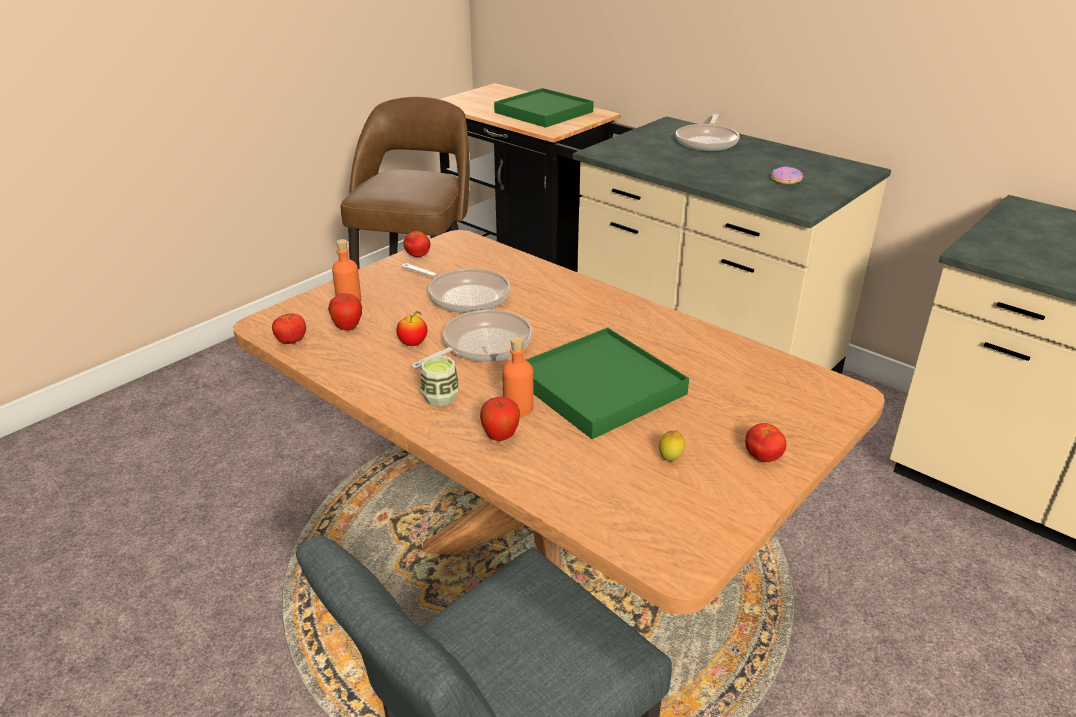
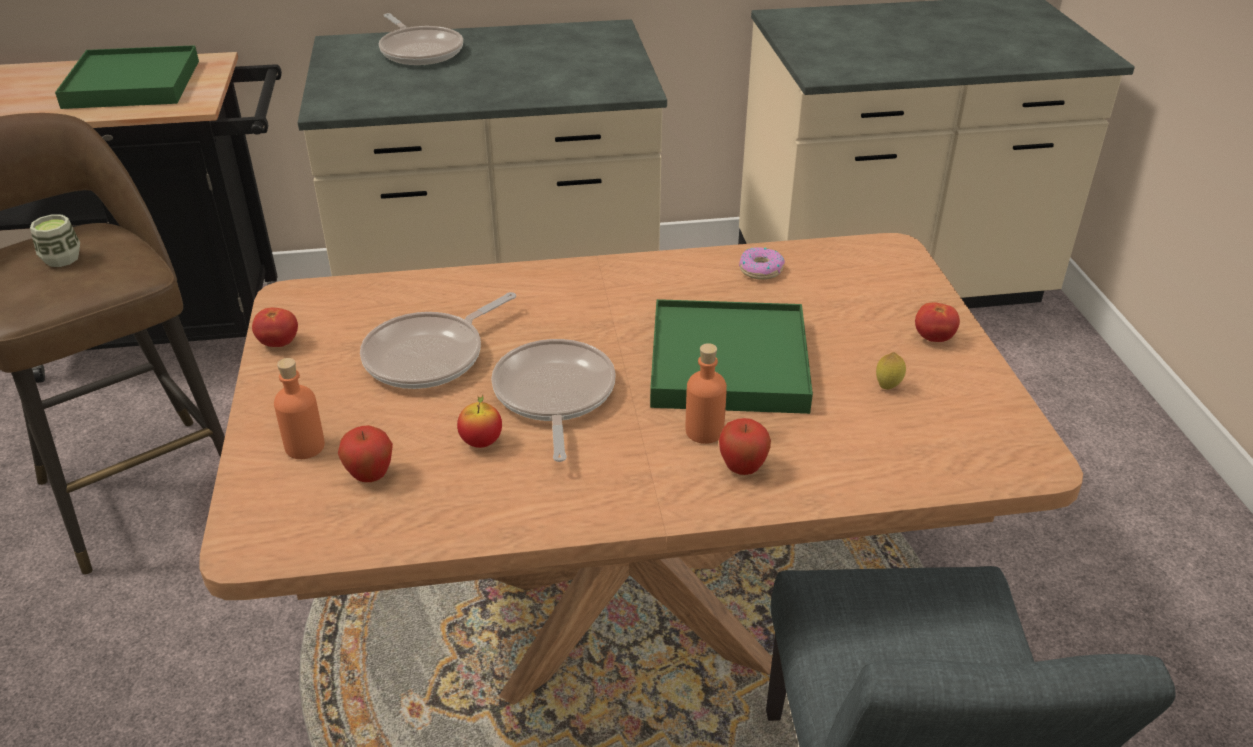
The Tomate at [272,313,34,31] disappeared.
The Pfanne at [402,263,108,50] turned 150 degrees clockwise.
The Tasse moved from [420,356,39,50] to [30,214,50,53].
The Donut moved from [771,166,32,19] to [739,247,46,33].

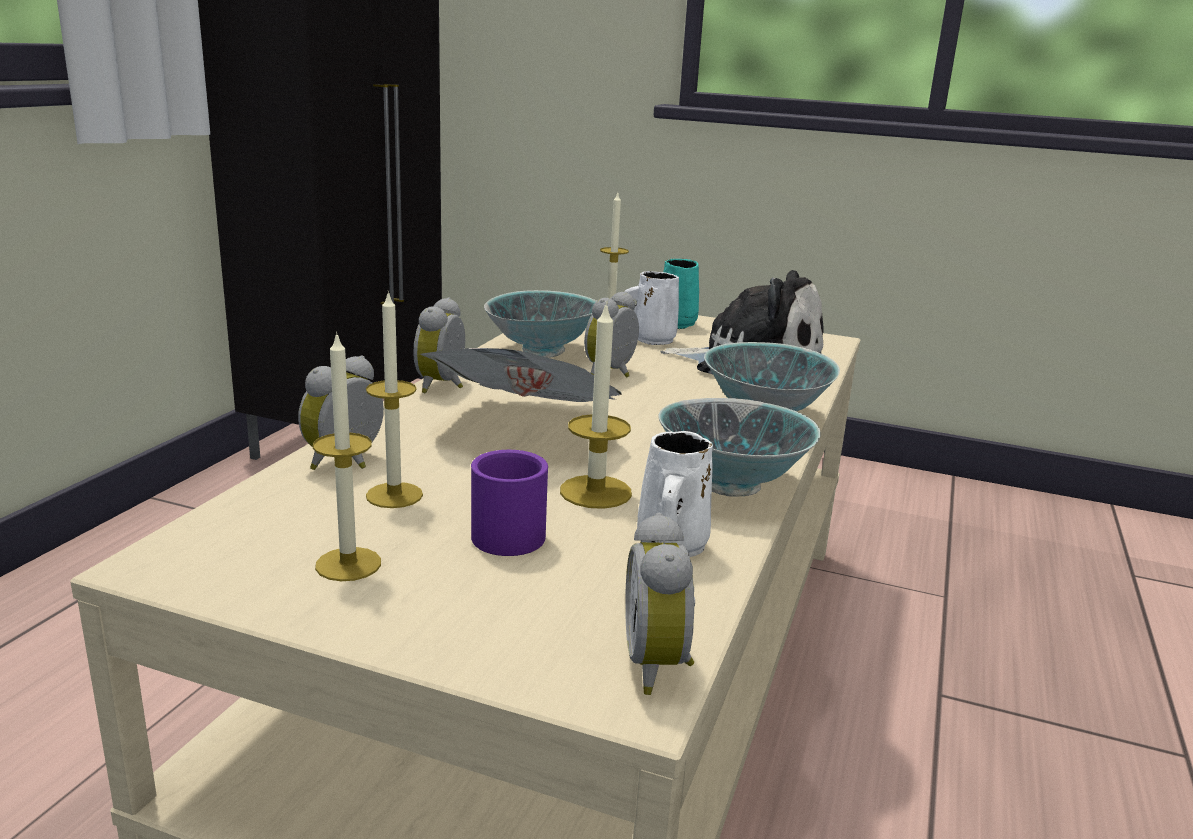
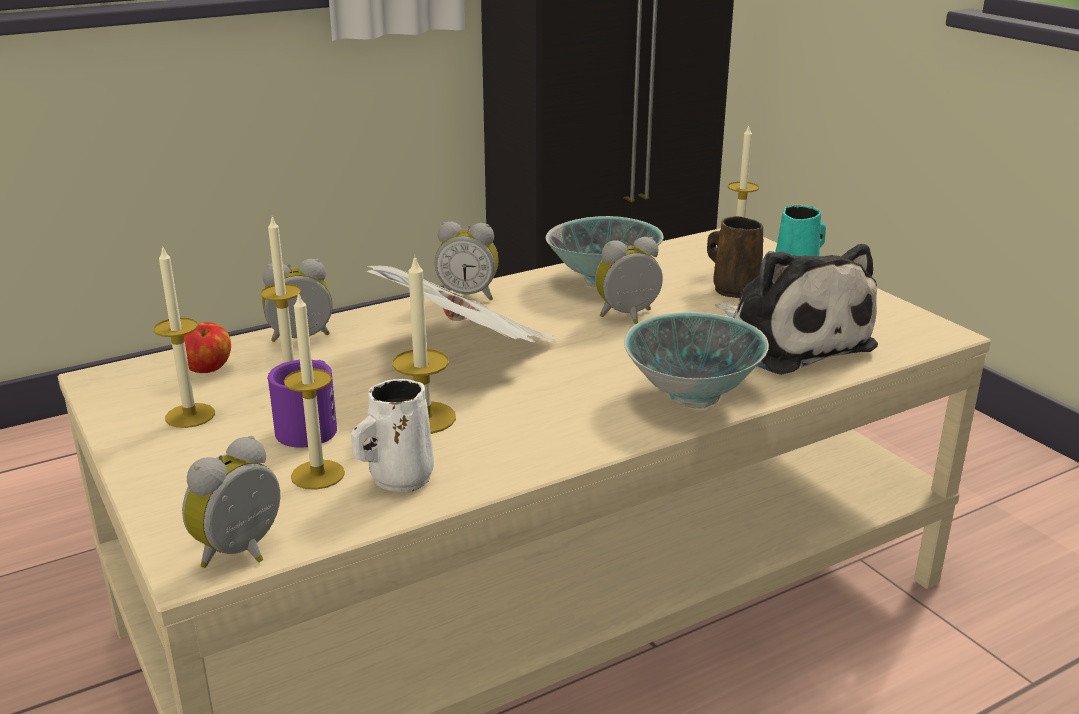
The Wecker at [413,298,52,95] turned 135 degrees counterclockwise.
The Henkelbecher [weiß] at [624,271,55,74] became the Henkelbecher [braun] at [707,216,56,82].
The Schüssel at [658,398,163,98] disappeared.
The Apfel at [184,322,47,51] appeared.
The Kerze at [284,292,61,198] appeared.

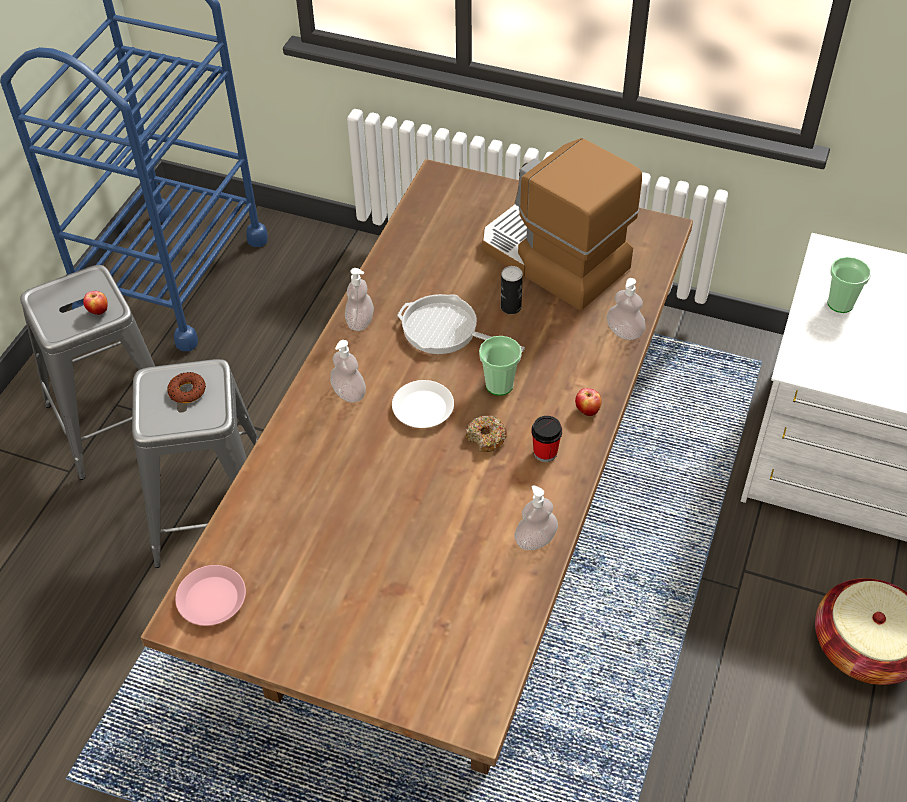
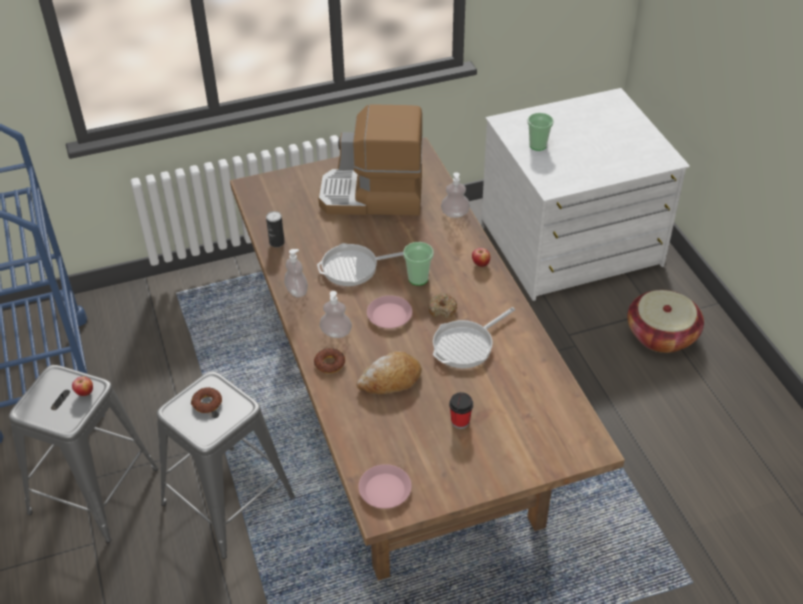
The Teller [weiß] at [392,380,62,48] became the Teller [rosa] at [367,295,45,33].
The Dose moved from [501,266,22,48] to [266,211,19,36].
The Seifenspender at [514,485,44,65] disappeared.
The Tasse moved from [531,416,31,46] to [449,392,24,37].
The Donut at [314,348,31,25] appeared.
The Brot at [356,351,66,43] appeared.
The Pfanne at [433,307,82,61] appeared.

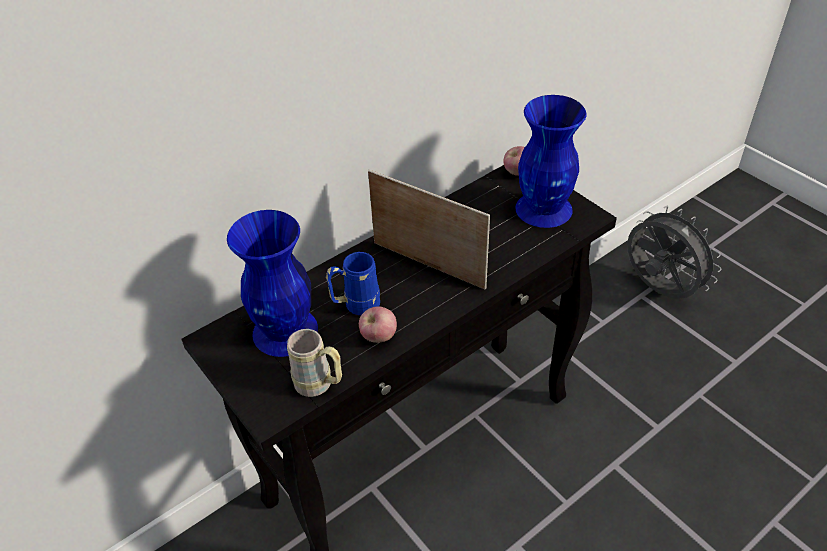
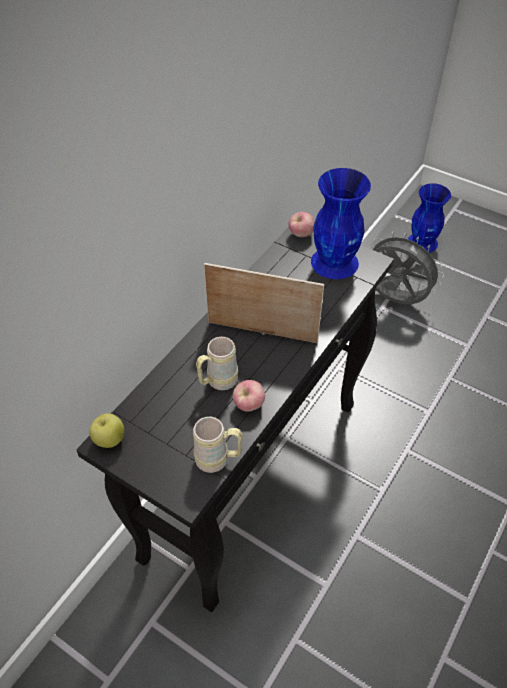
The Vase [blau] moved from [227,210,91,147] to [408,183,43,70].
The Henkelbecher [blau] at [326,252,54,63] became the Henkelbecher [beige] at [196,337,42,53].
The Apfel at [89,413,35,35] appeared.

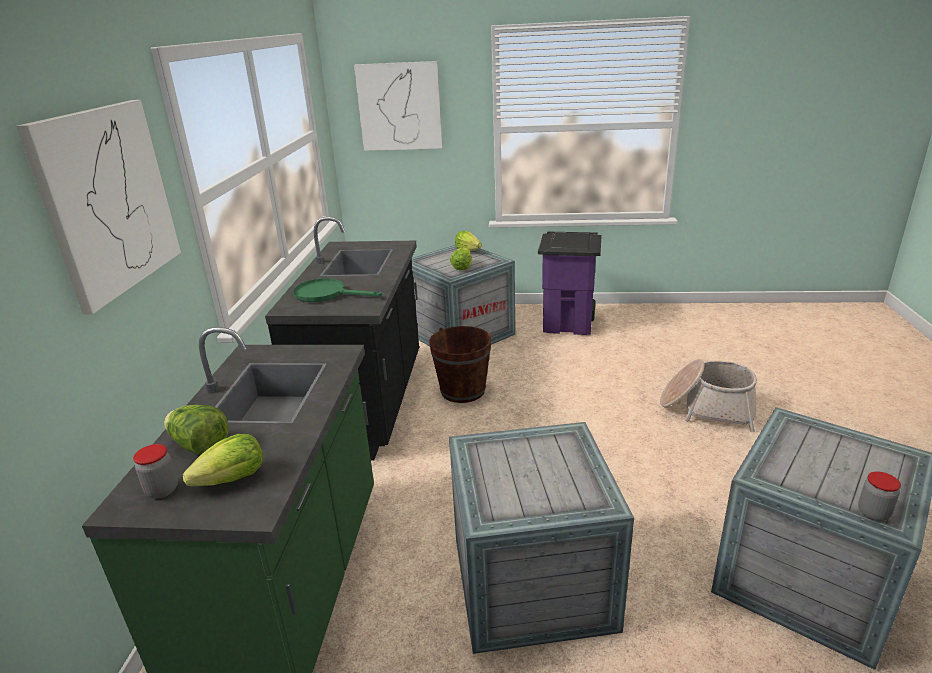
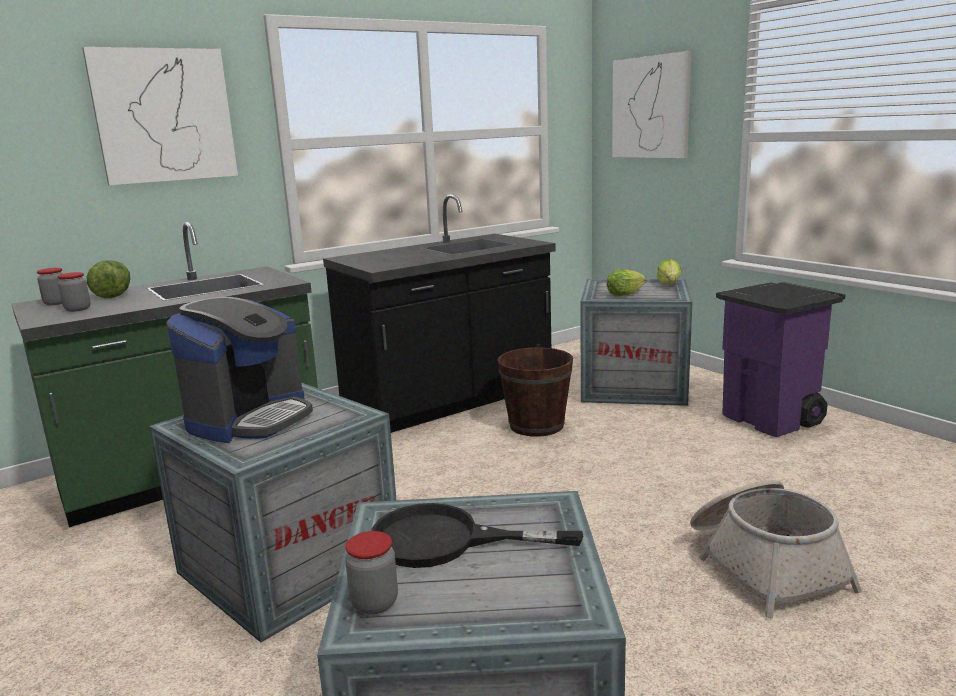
The Salatkopf at [183,434,80,52] was replaced by the Vorratsglas at [57,272,33,40].
The Pfanne [grün] at [293,278,89,24] disappeared.
The Kaffeemaschine at [167,297,146,146] appeared.
The Pfanne [schwarz] at [371,503,212,65] appeared.

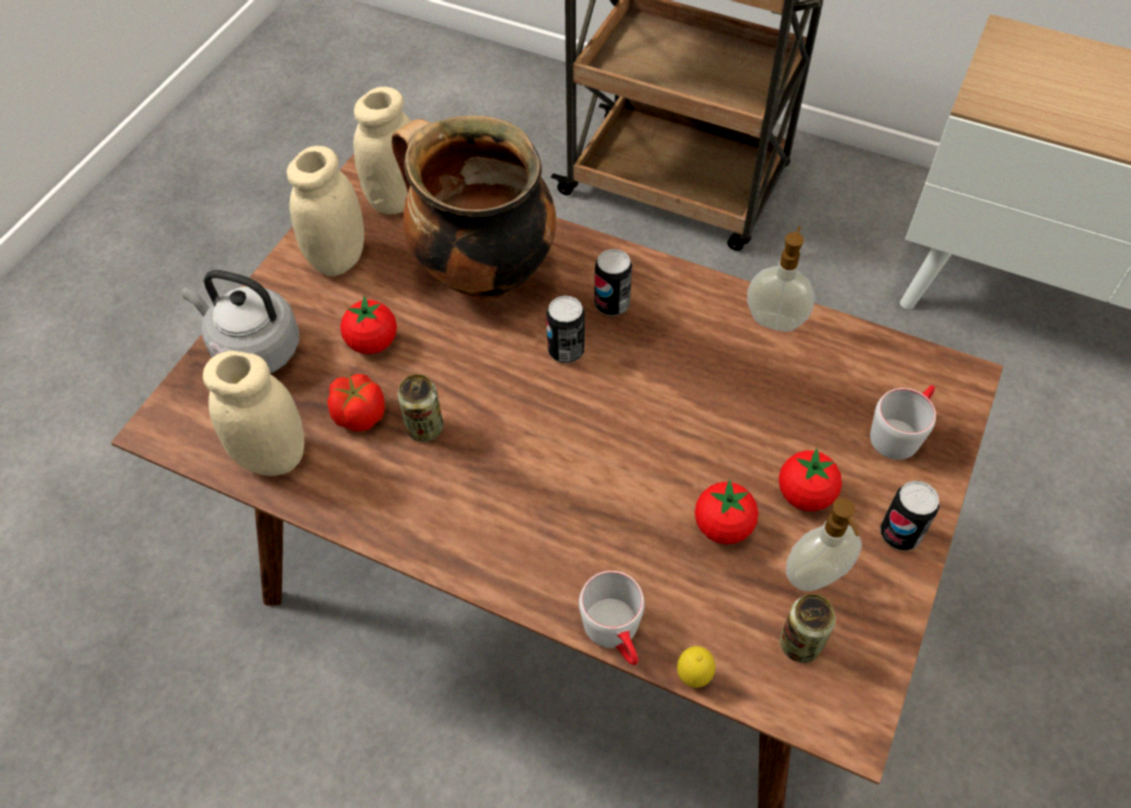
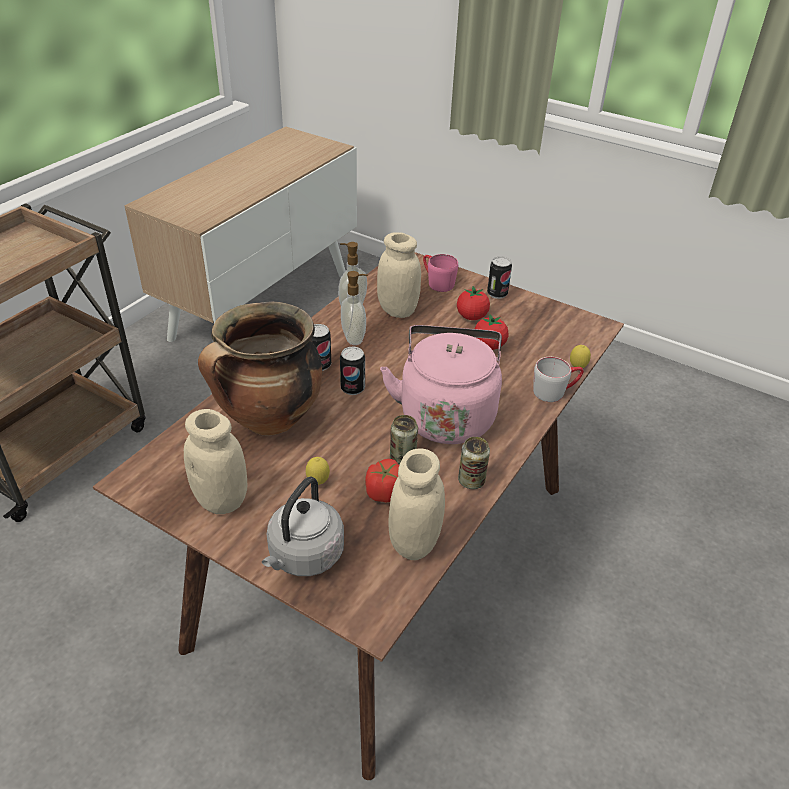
The Tomate at [340,296,57,58] was replaced by the Zitrone at [306,457,24,28].
The Vorratsglas [beige] moved from [353,87,58,127] to [377,232,44,86].
The Dose moved from [780,594,56,69] to [458,437,32,52].
The Seifenspender moved from [786,498,76,93] to [341,271,27,74].
The Henkelbecher [grau] at [870,385,66,75] became the Henkelbecher [rosa] at [423,254,35,38].
The Wasserkessel [rosa] at [380,325,122,119] appeared.

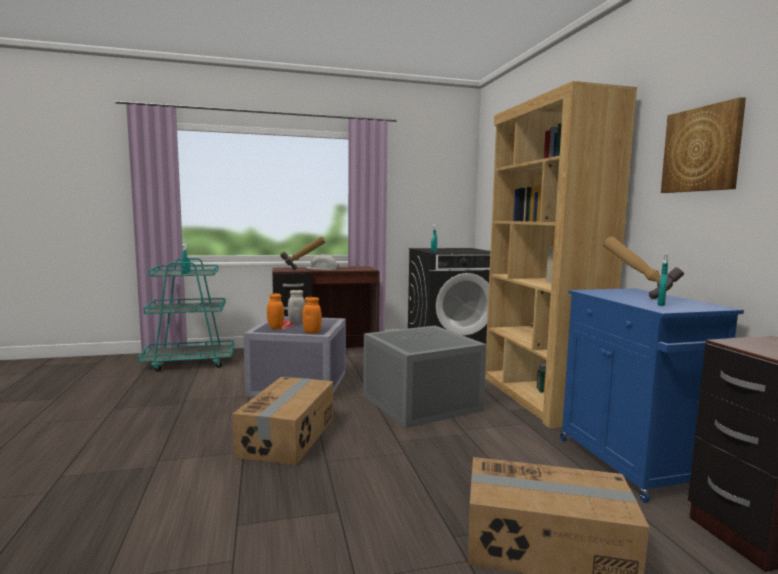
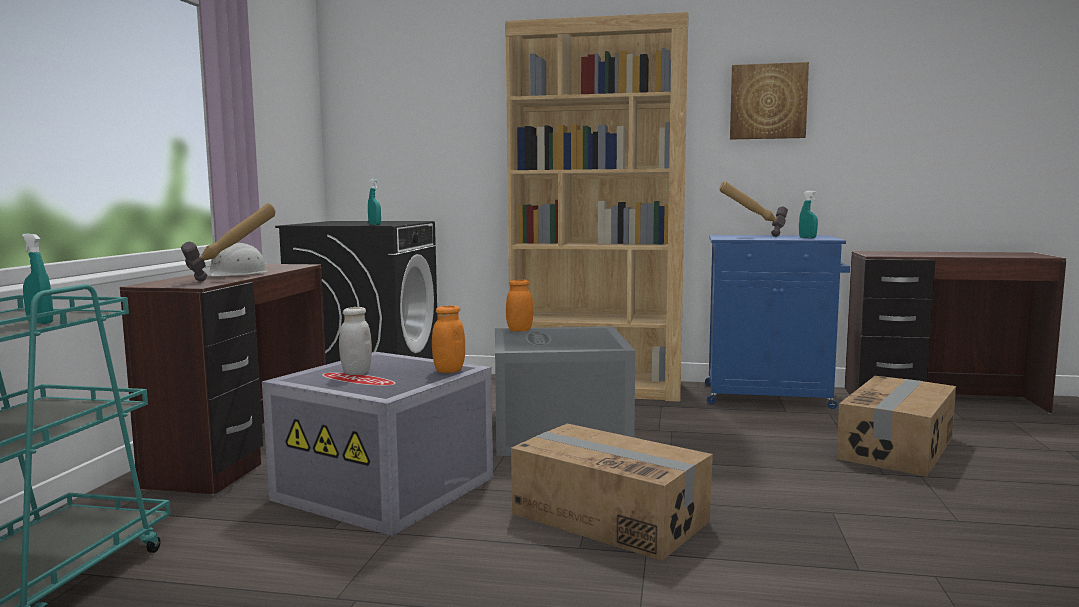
The Vorratsglas [orange] moved from [267,293,17,36] to [506,280,27,51].

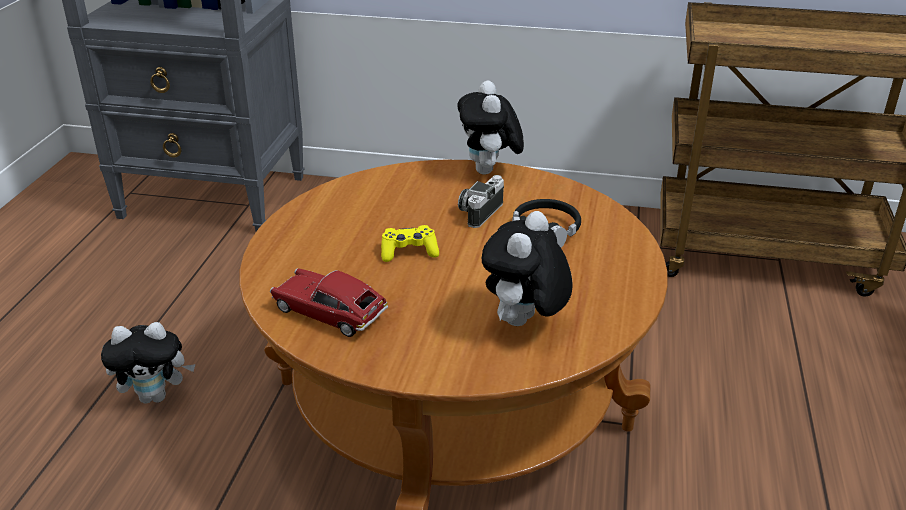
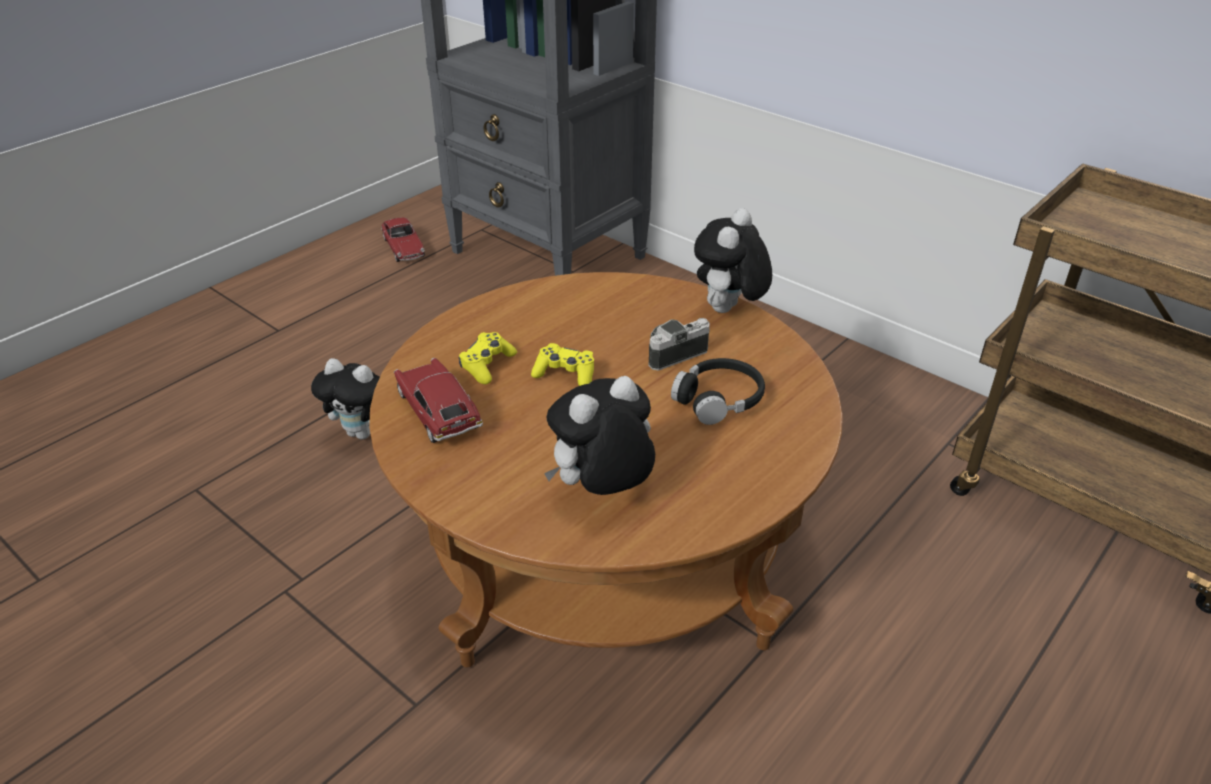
The Spielzeugauto at [381,217,44,45] appeared.
The Gamepad [gelb] at [459,332,58,52] appeared.

